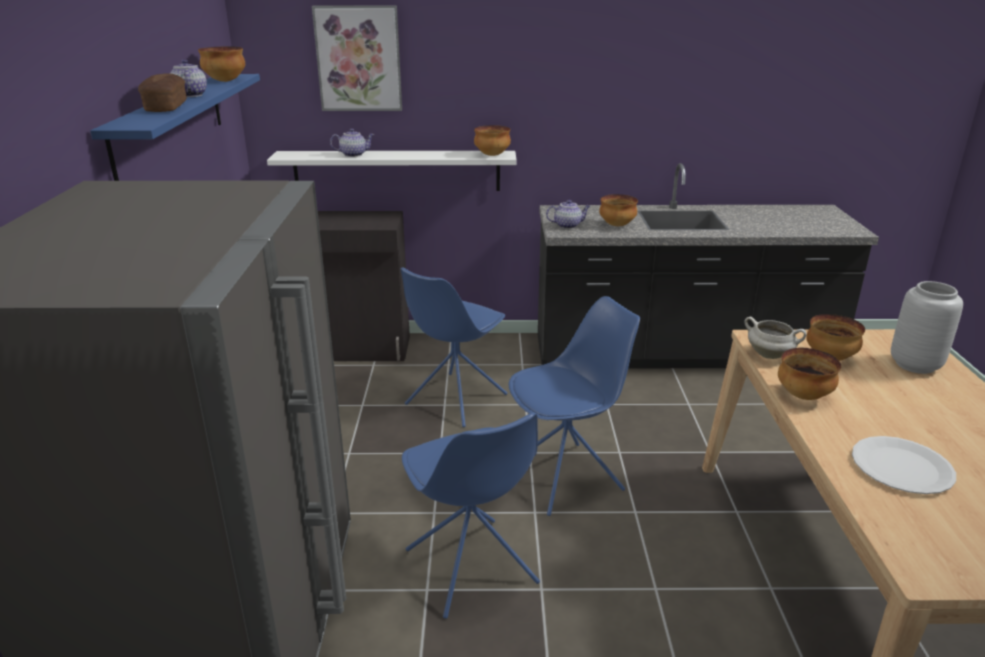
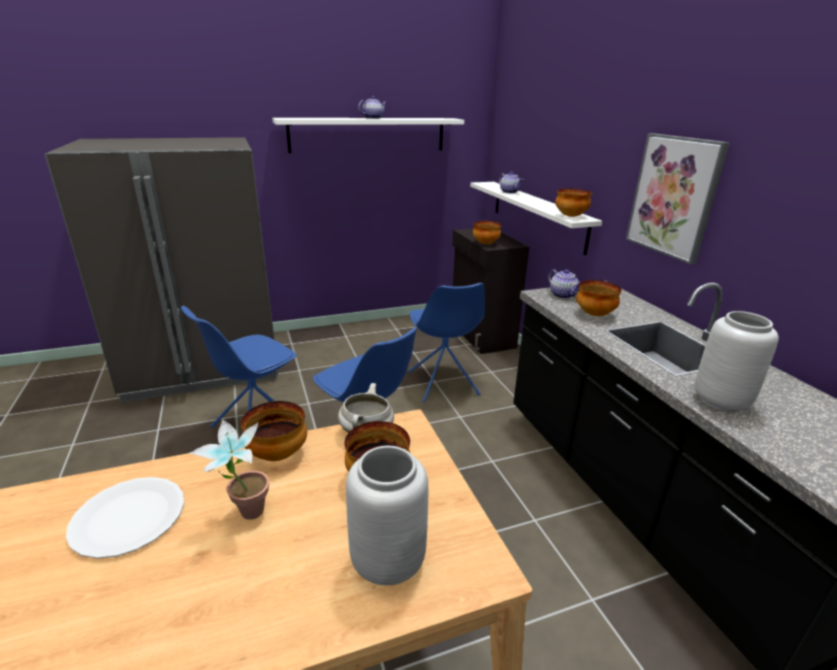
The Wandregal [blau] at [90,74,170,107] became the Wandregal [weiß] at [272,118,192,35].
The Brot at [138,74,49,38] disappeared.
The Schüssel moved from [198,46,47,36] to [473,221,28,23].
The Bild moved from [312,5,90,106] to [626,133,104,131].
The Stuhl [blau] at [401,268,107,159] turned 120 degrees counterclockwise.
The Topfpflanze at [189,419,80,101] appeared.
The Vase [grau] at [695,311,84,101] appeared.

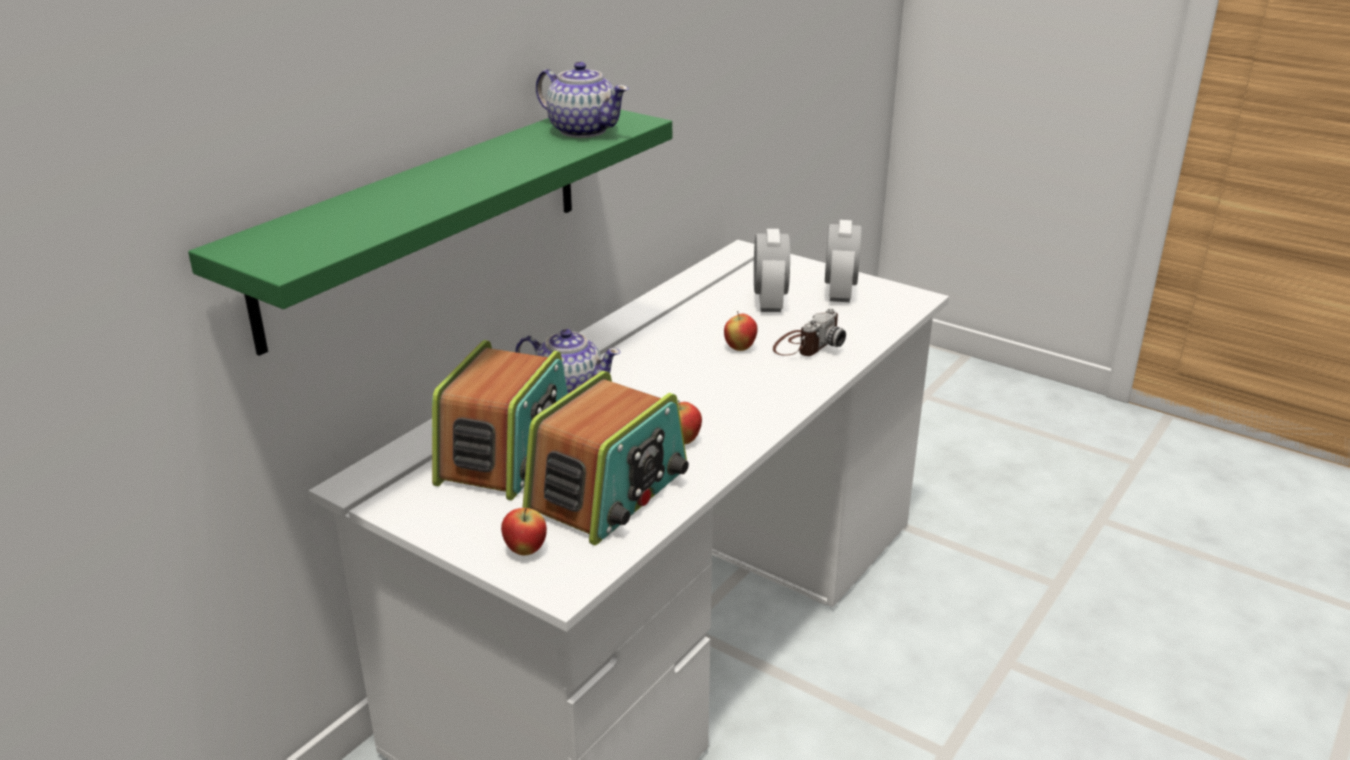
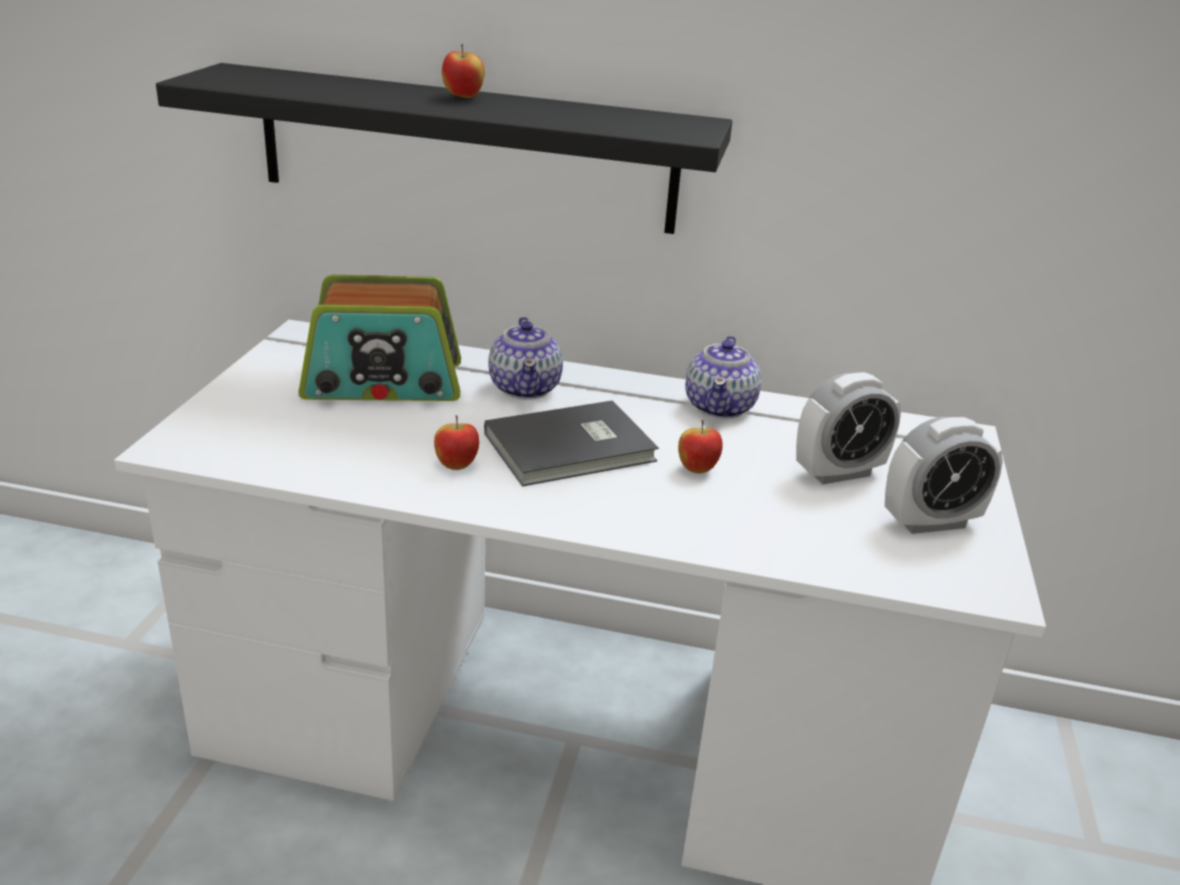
The Wandregal [grün] at [188,110,484,246] became the Wandregal [schwarz] at [156,63,576,171].
The Apfel moved from [501,508,46,48] to [442,44,43,54].
The Radio at [522,371,167,174] disappeared.
The Teekanne moved from [536,62,93,76] to [685,336,76,83].
The Kamera at [773,308,73,48] disappeared.
The Buch [grau] at [484,400,175,86] appeared.

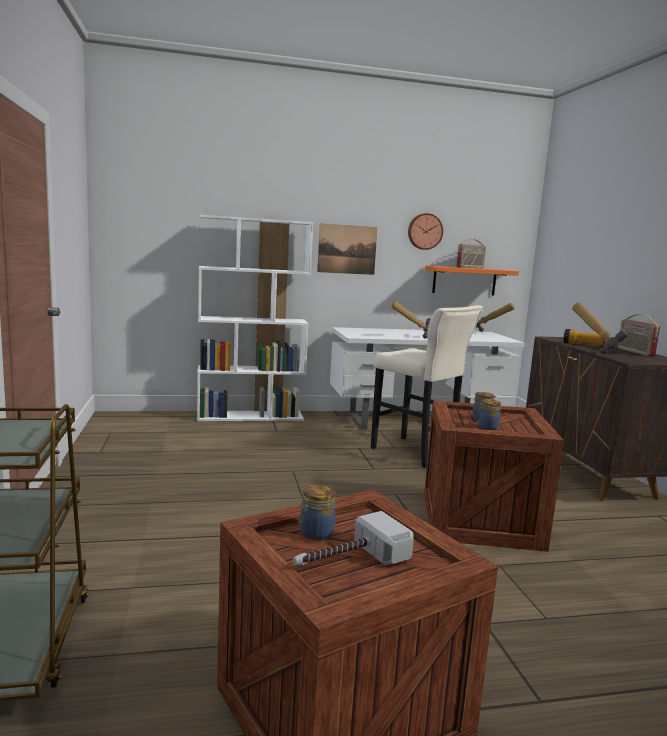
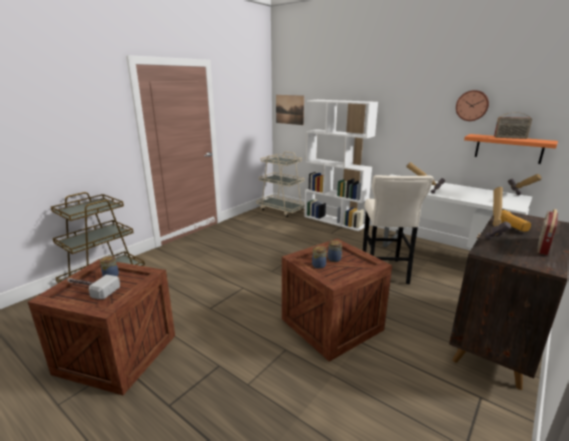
The Bild moved from [317,223,61,52] to [276,95,28,30].
The Rollwagen [beige] at [256,151,49,66] appeared.

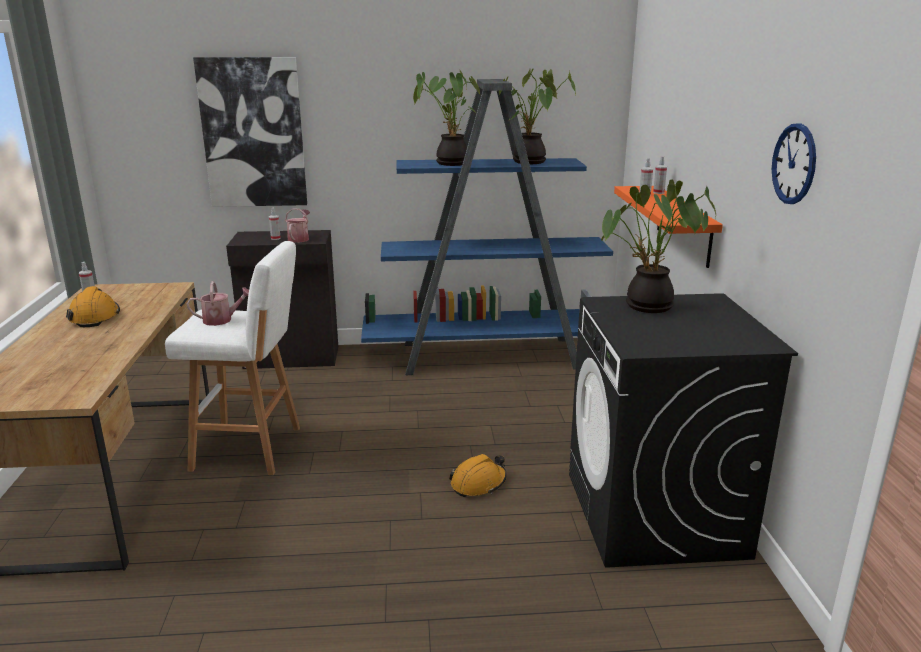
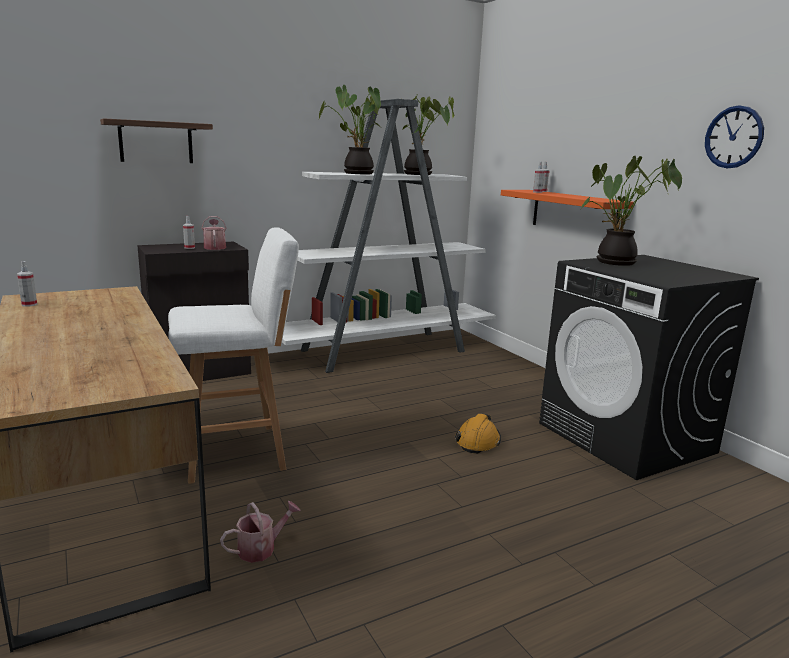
The Schutzhelm [orange] at [66,286,54,41] disappeared.
The Gießkanne moved from [187,281,62,45] to [220,501,81,62].
The Bild at [193,57,114,150] was replaced by the Wandregal at [100,118,113,45].
The Bücherregal [blau] at [361,79,252,297] became the Bücherregal [weiß] at [282,99,214,274].

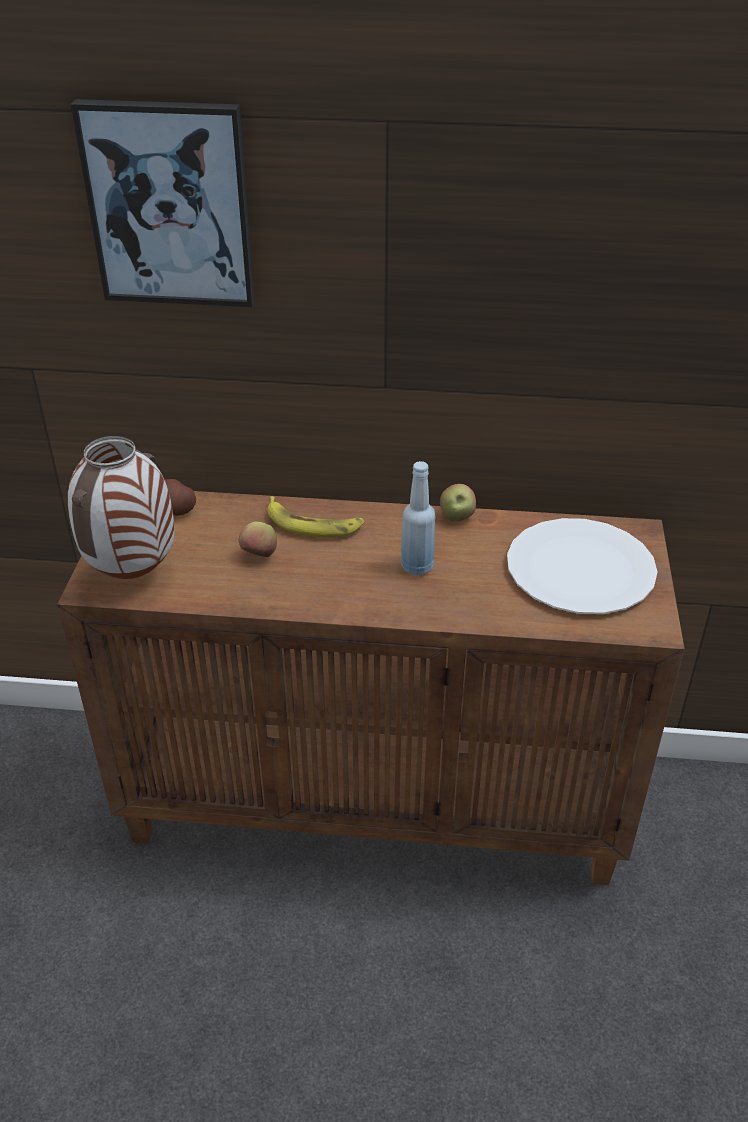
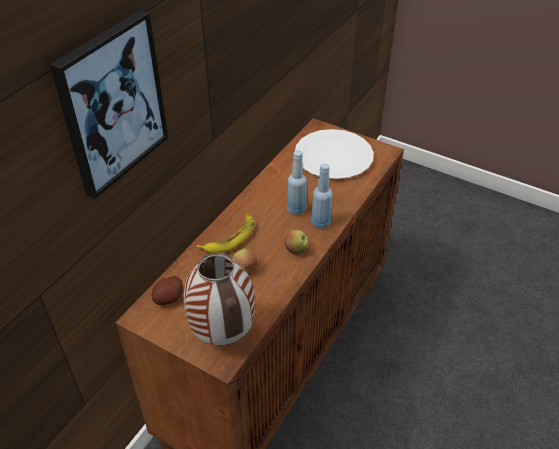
The Apfel moved from [440,484,36,37] to [284,229,24,25].
The Flasche [blau] at [311,163,22,66] appeared.

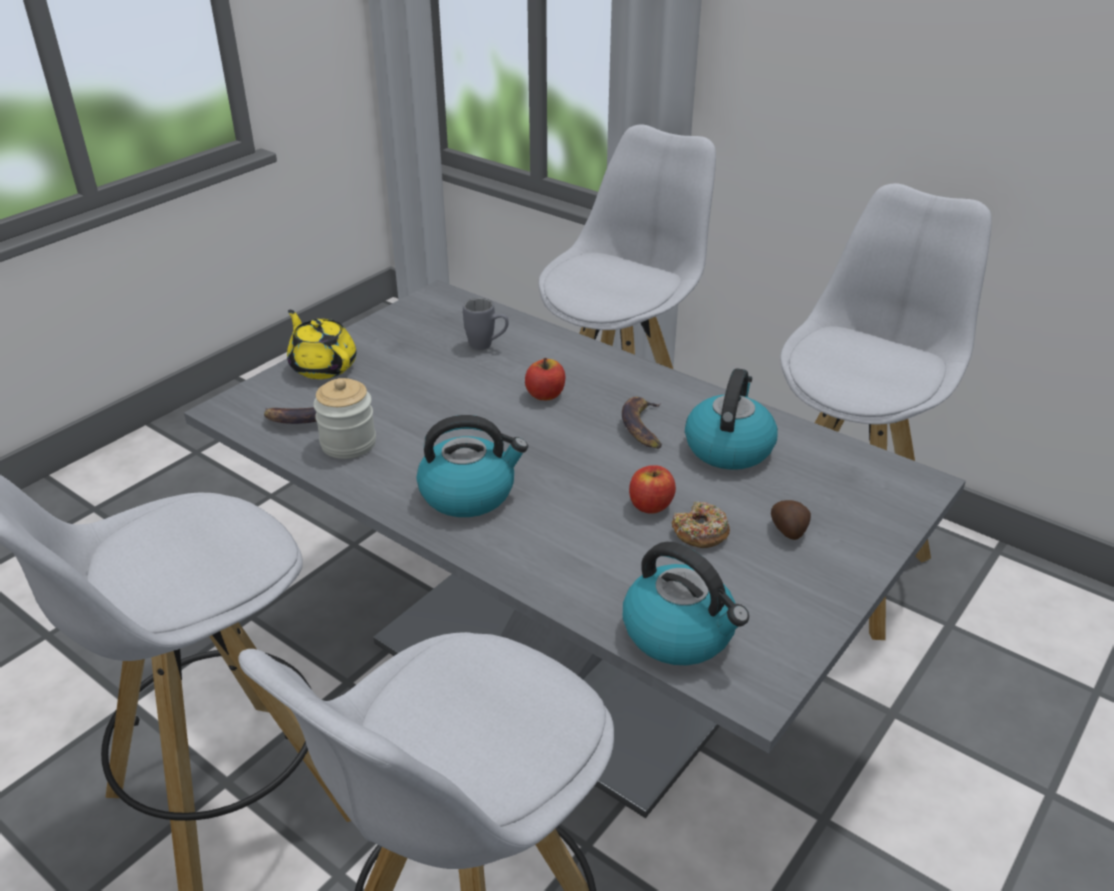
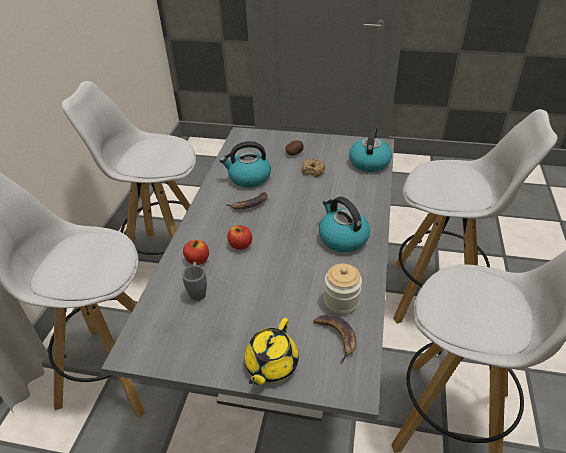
The Apfel moved from [629,465,47,49] to [183,240,26,25].

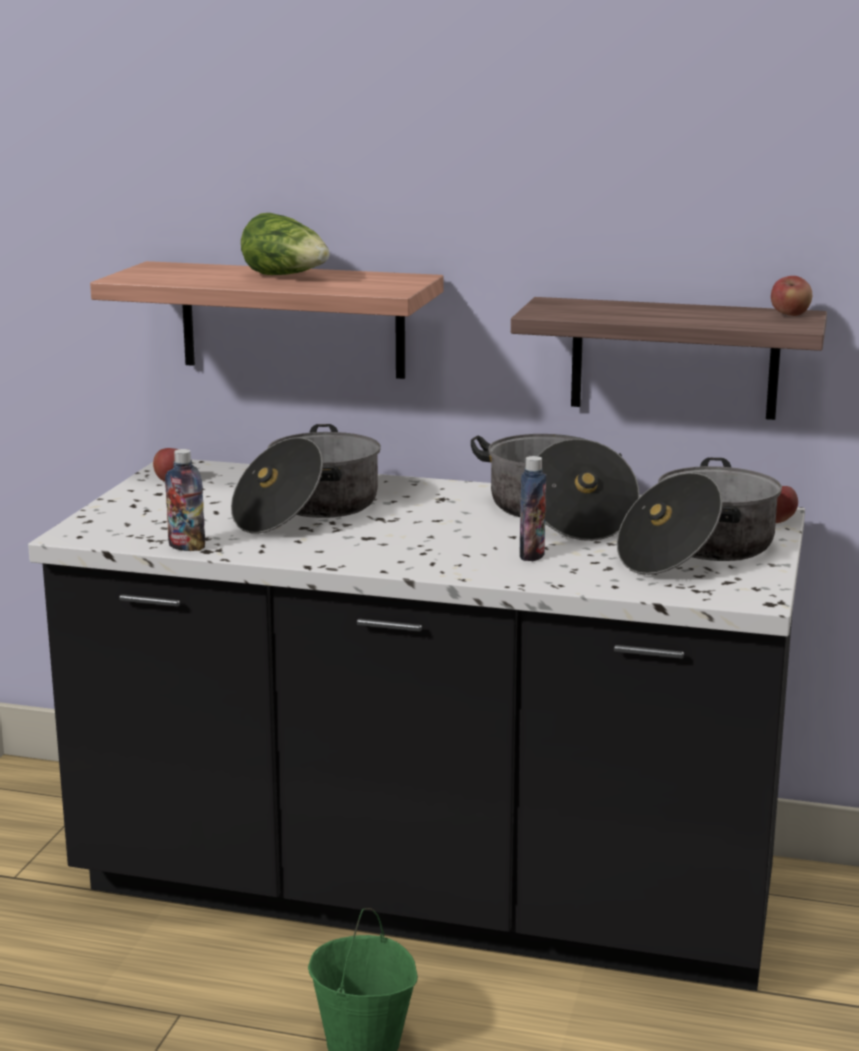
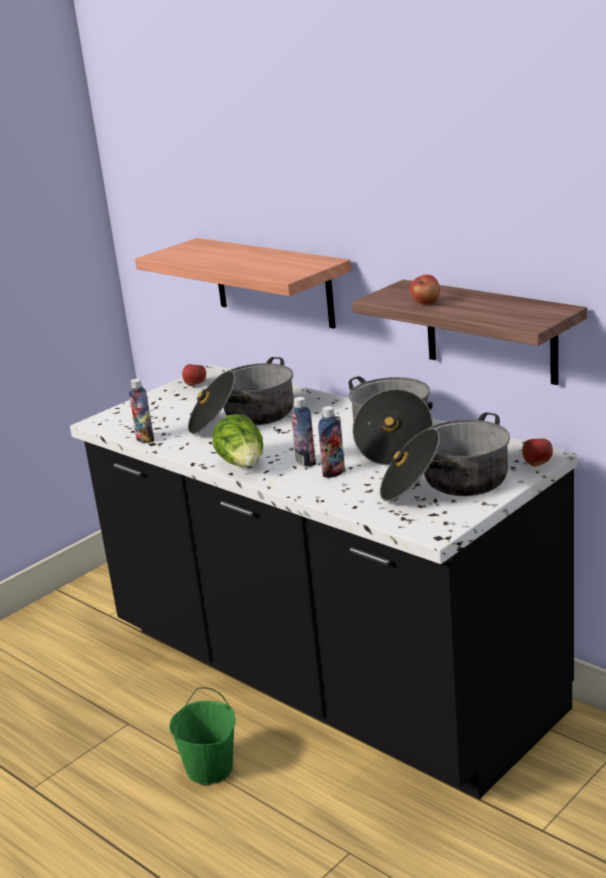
The Salatkopf moved from [241,213,89,62] to [213,414,50,53].
The Apfel moved from [771,276,41,40] to [410,275,30,30].
The Flasche at [291,397,25,70] appeared.

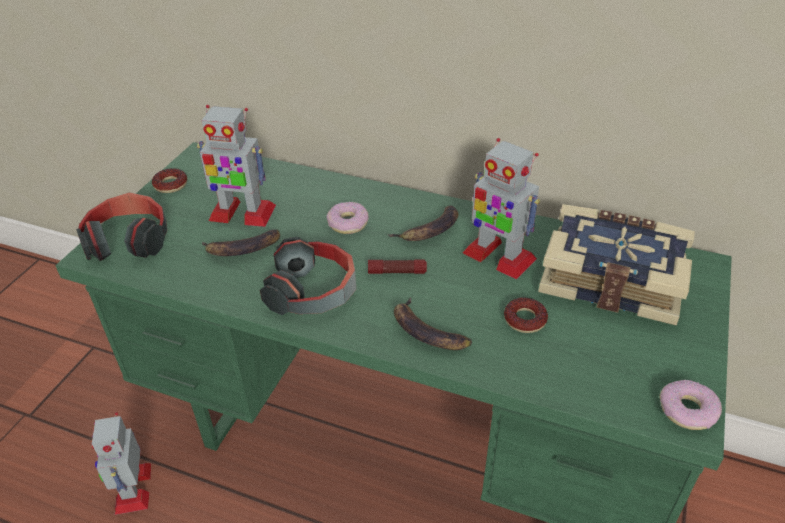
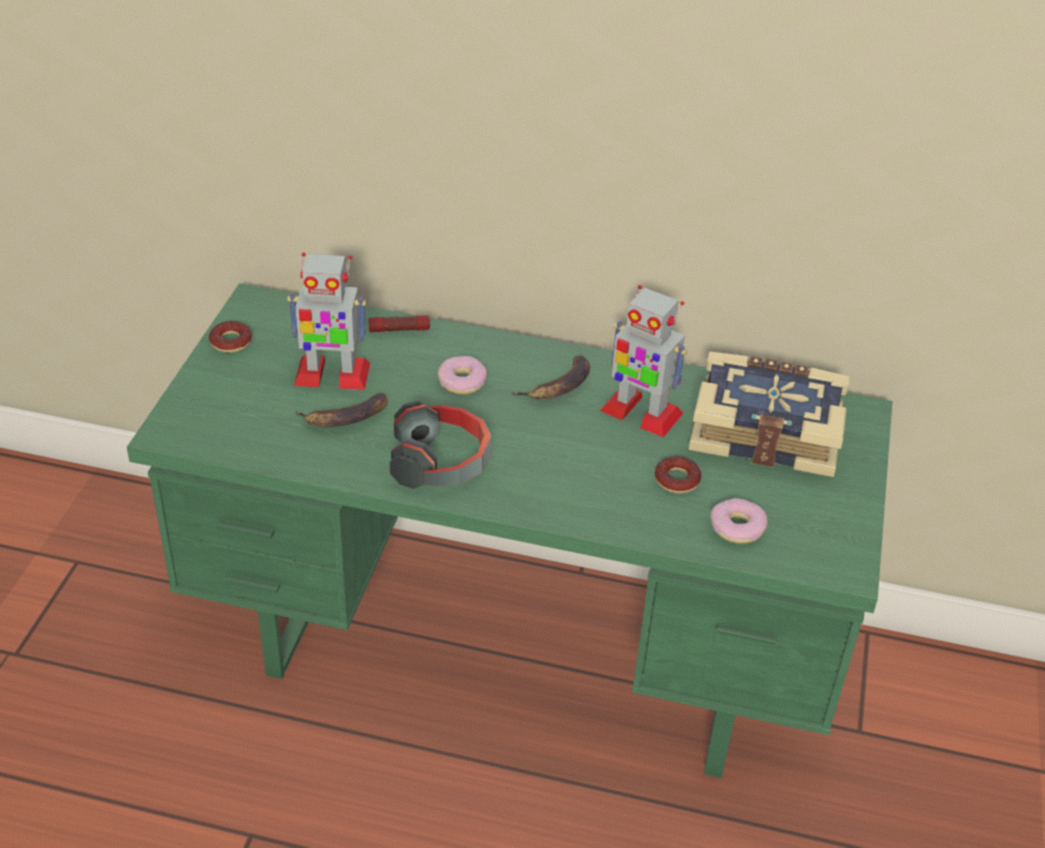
The Kopfhörer at [76,192,91,69] disappeared.
The Spielzeugroboter at [92,412,59,103] disappeared.
The Taschenlampe moved from [368,260,59,14] to [369,315,61,17].
The Banane at [394,298,78,52] disappeared.
The Donut moved from [660,380,62,50] to [710,498,58,46].

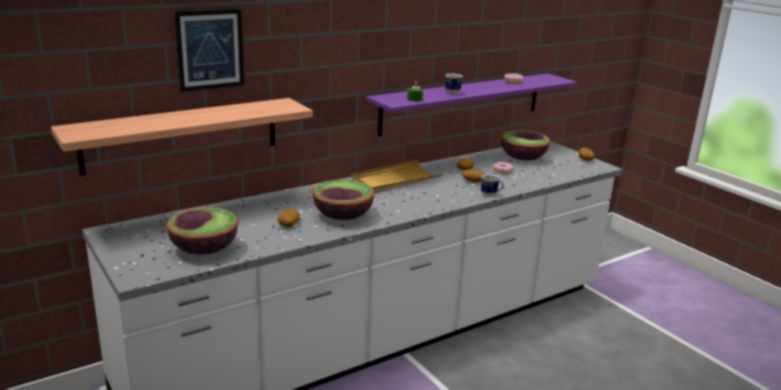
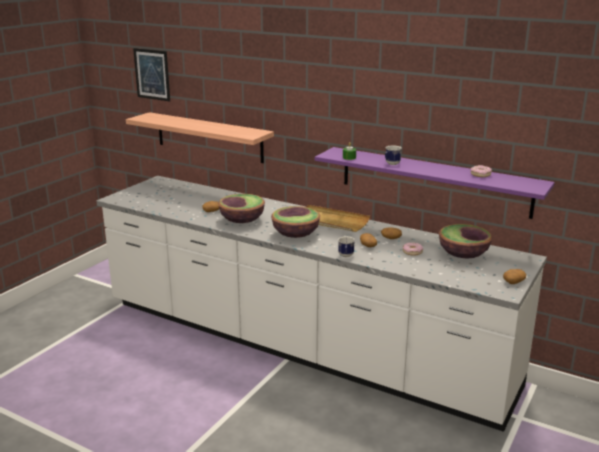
The Schüssel moved from [166,207,73,48] to [271,206,49,32].
The Bild moved from [174,9,70,83] to [133,48,37,53].

